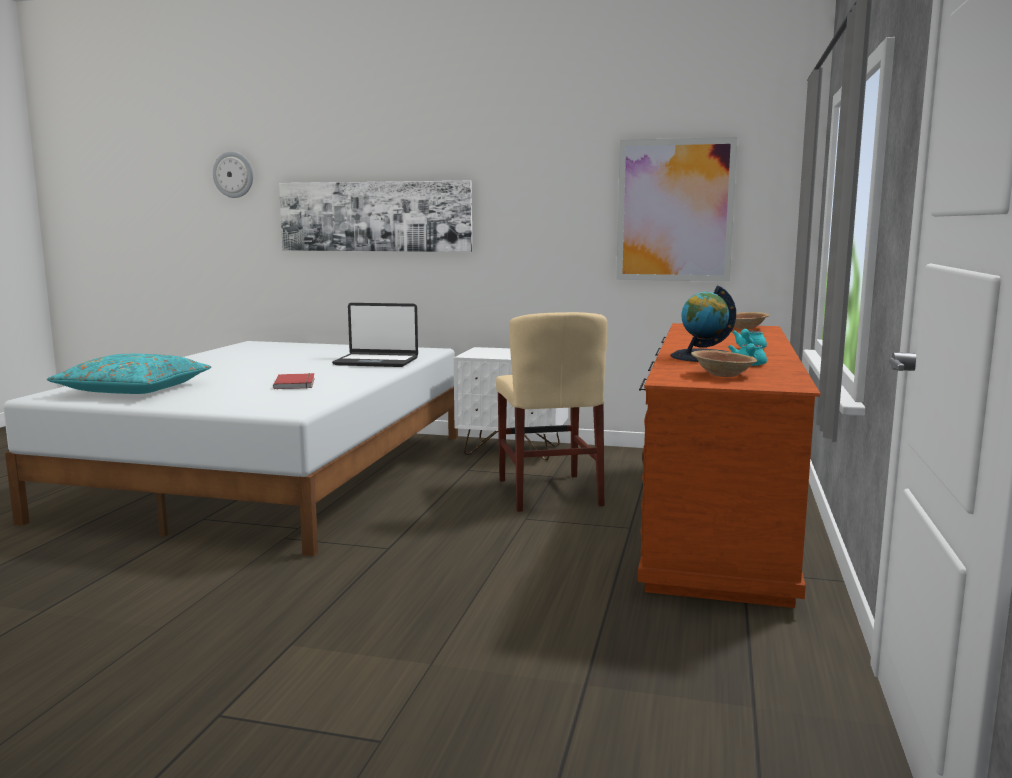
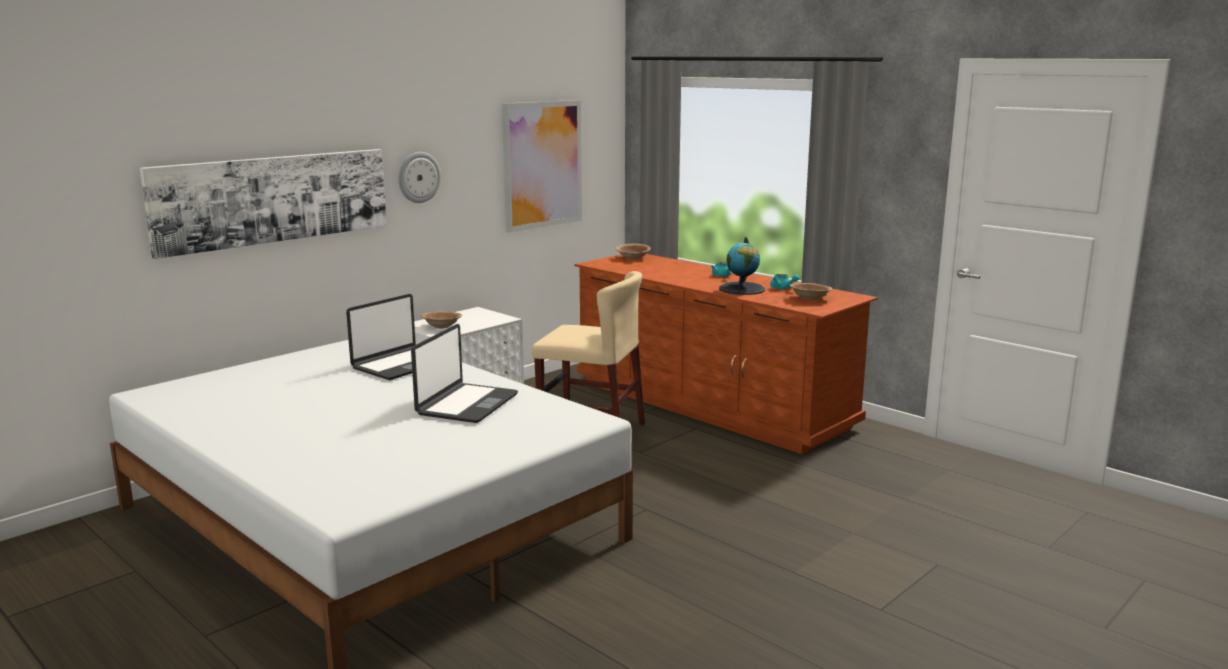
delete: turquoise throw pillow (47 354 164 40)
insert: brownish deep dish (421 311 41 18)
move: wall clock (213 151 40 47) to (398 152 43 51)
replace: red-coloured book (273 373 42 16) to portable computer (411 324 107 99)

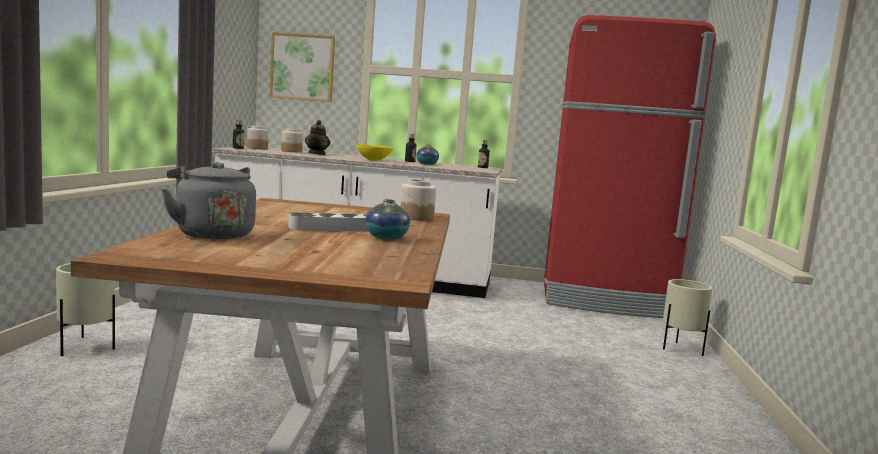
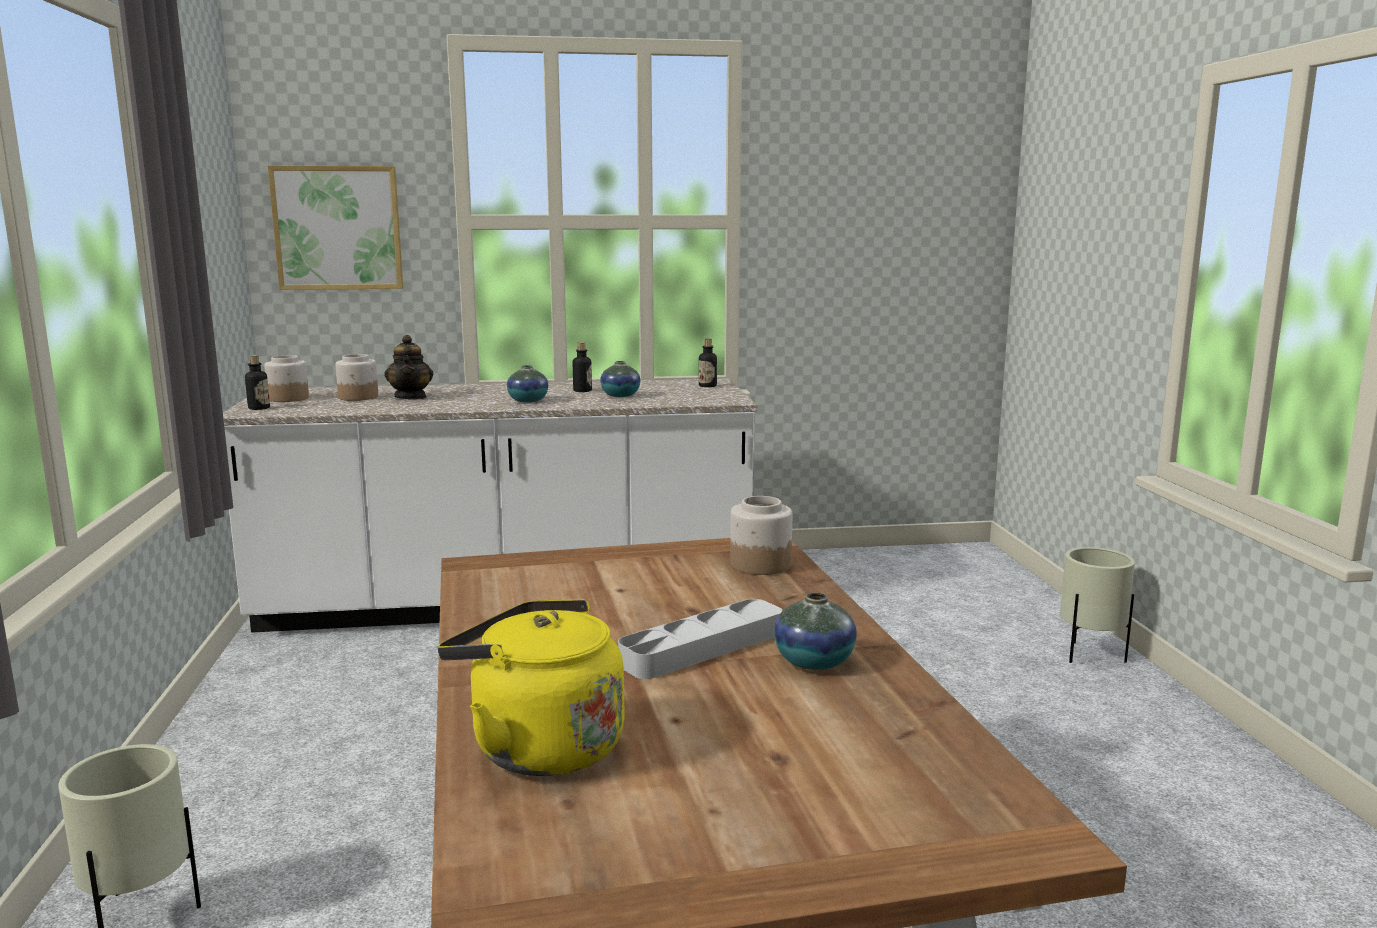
delete: red-coloured kitchen fridge (544 15 172 303)
replace: yellow deep dish (356 145 37 16) to vase (507 365 41 37)
recolor: gray kettle (161 162 95 77) to yellow kettle (438 599 187 177)

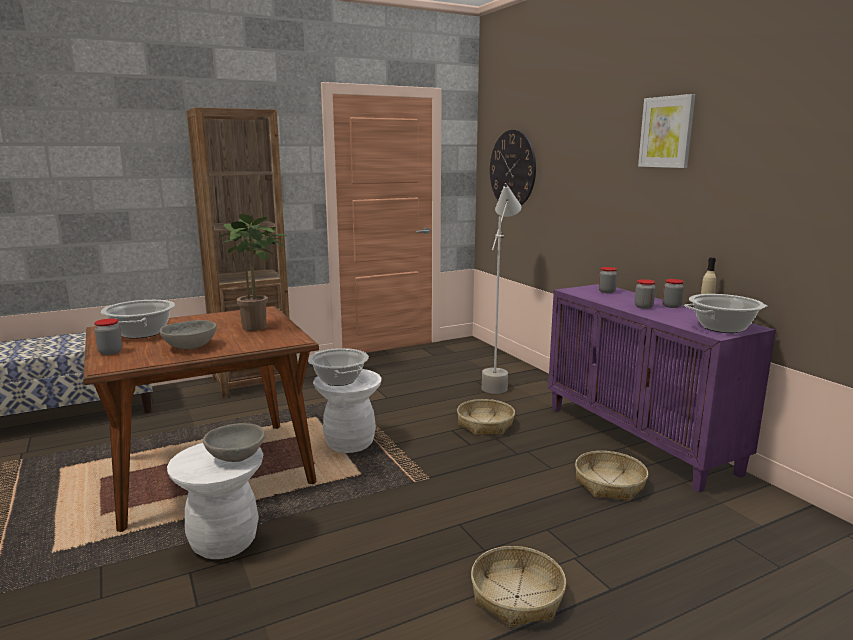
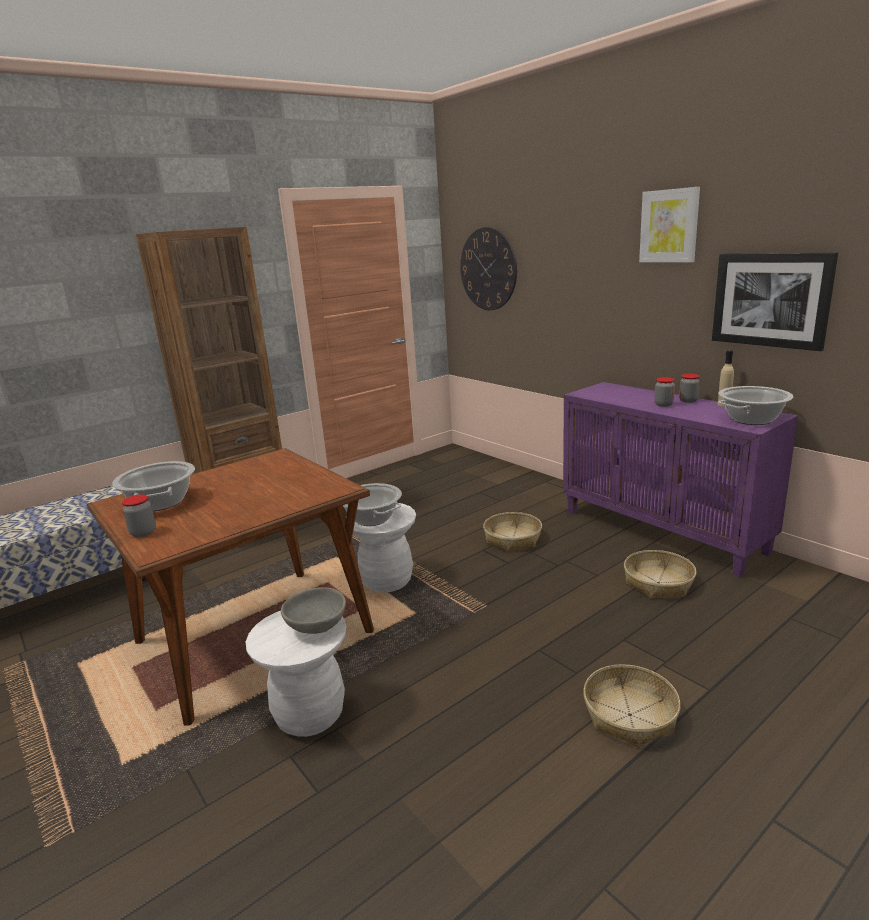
delete: gray deep dish (159 320 58 29); houseplant (220 214 67 117); gray floor lamp (482 183 39 211); preserve jar (599 267 18 26)
insert: wall art (712 252 126 99)

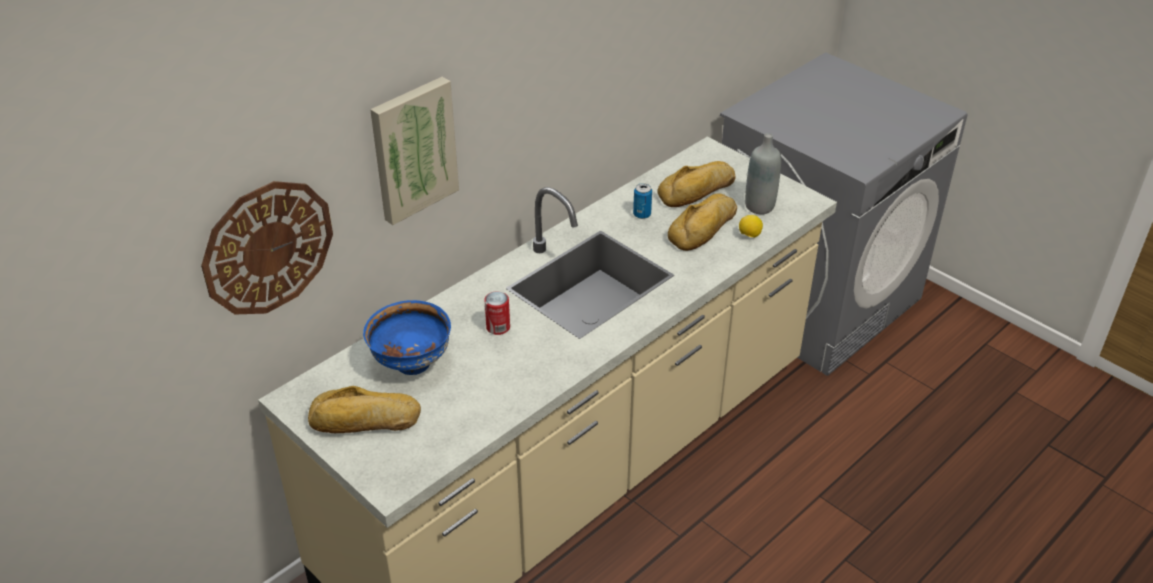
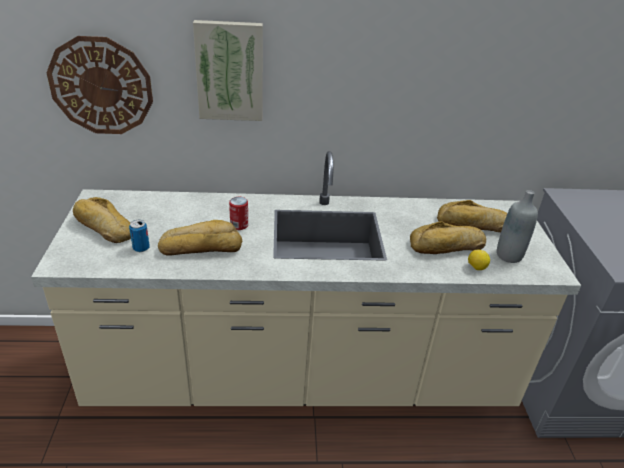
delete: blue-coloured deep dish (363 300 88 75)
insert: baked bread (158 220 84 36)
move: sealed can (633 183 19 36) to (129 220 21 32)

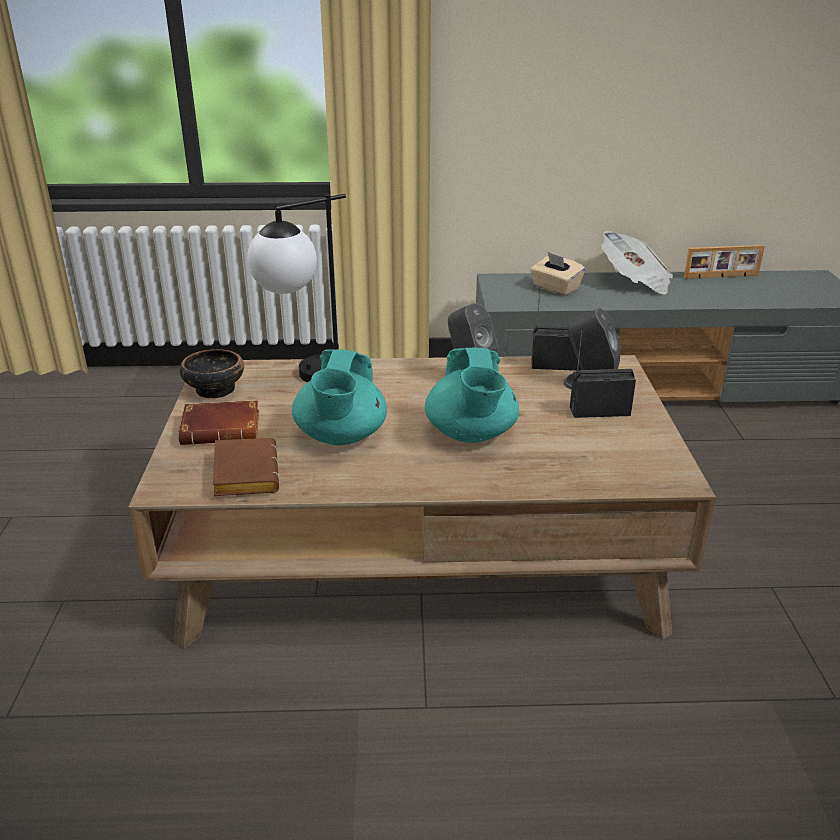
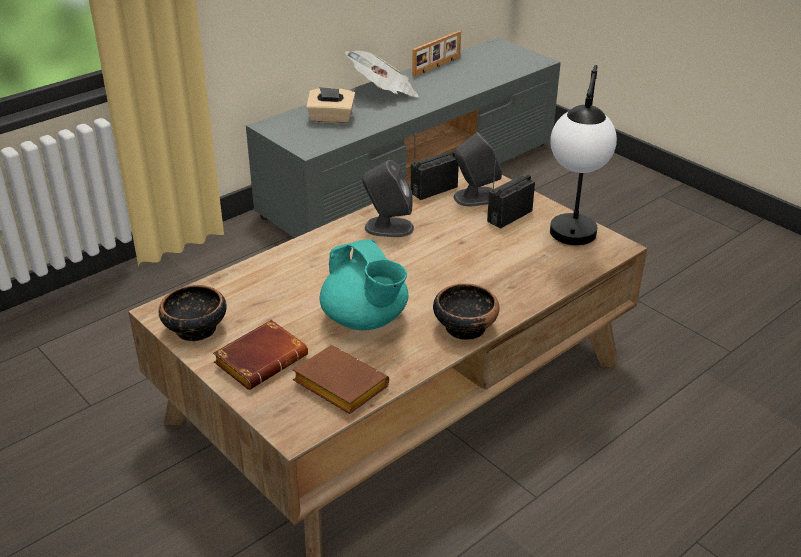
delete: turquoise tea pot (425 348 94 95)
insert: deep dish (433 283 66 57)
move: tabletop lamp (247 194 99 188) to (550 65 67 180)

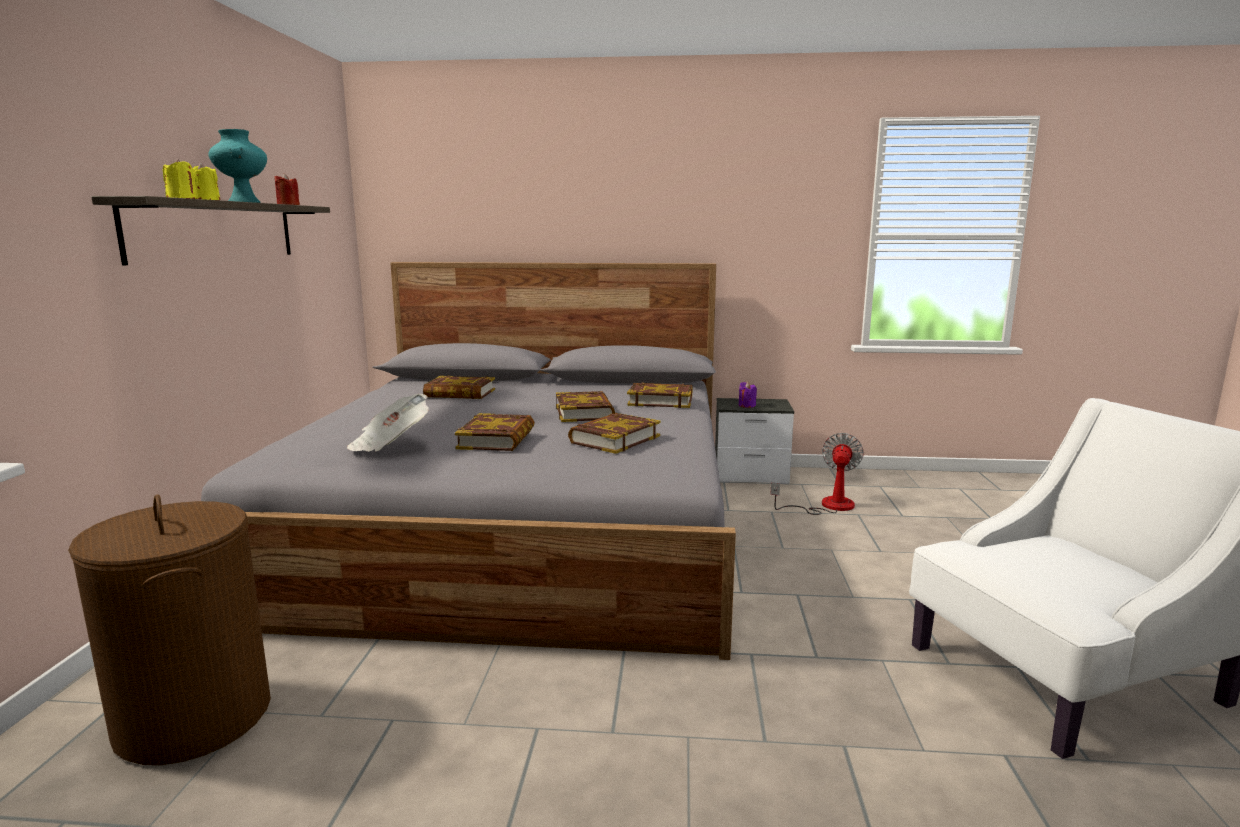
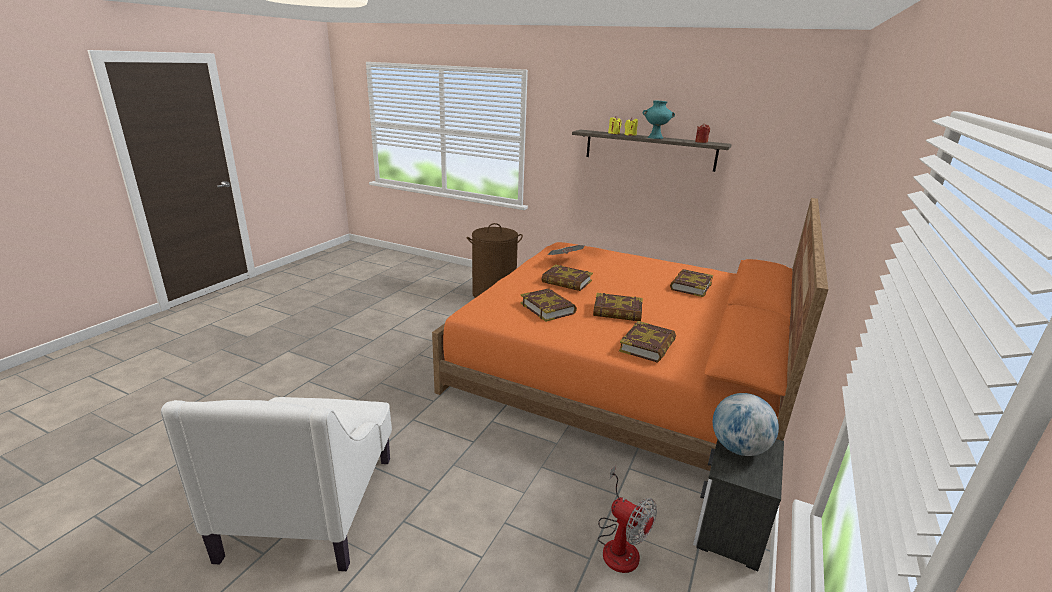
replace: purple wax light (739 382 18 26) to globe (713 393 66 63)
recolor: gray bedroom bed (201 262 535 398) to orangey bedroom bed (432 198 396 273)

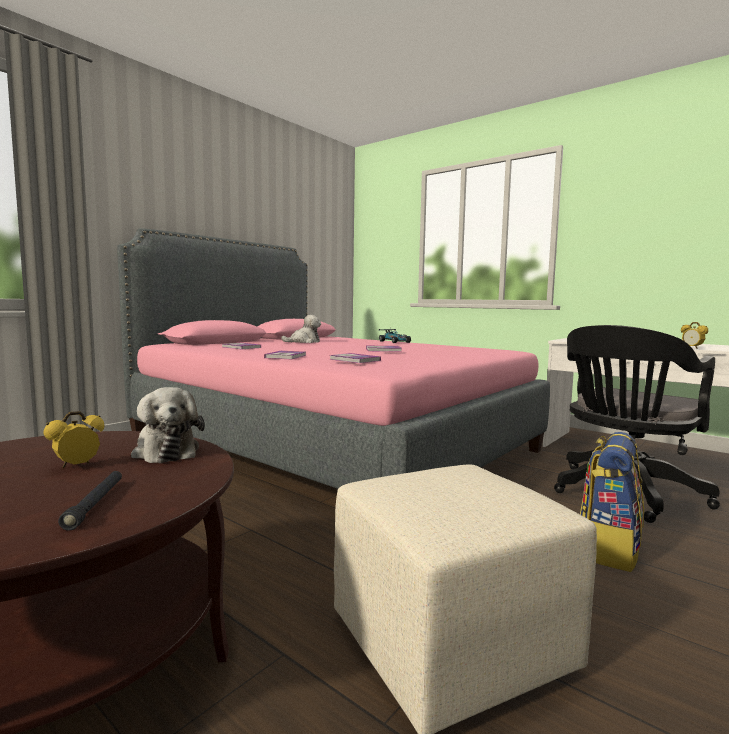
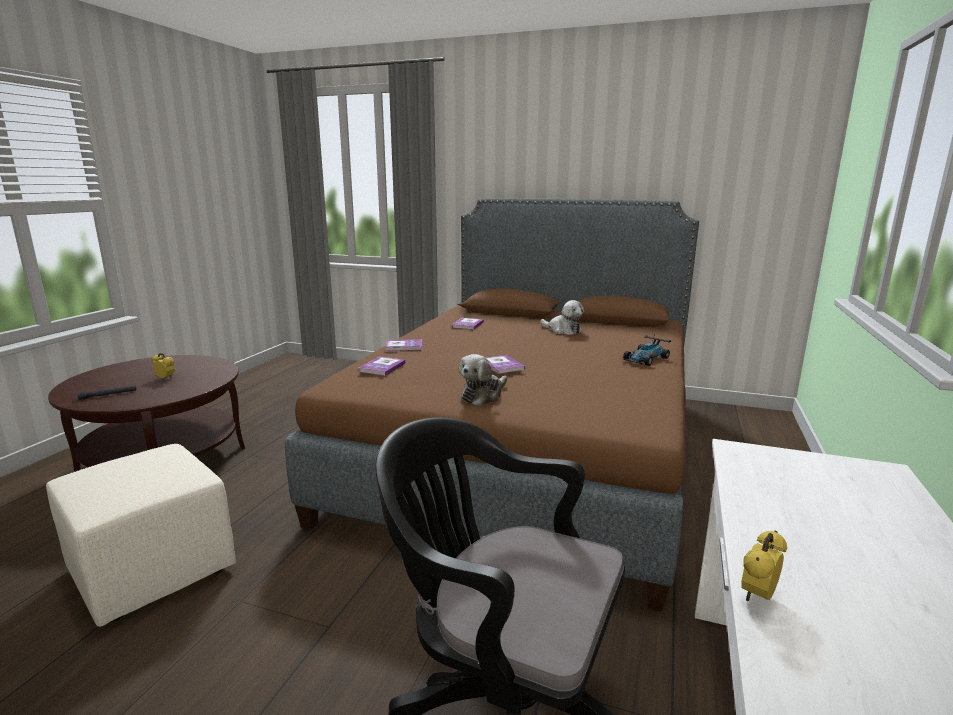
delete: knapsack (580 432 64 140)
move: plush toy (131 387 74 76) to (459 354 48 52)
recolor: pink-coloured bedroom bed (117 228 433 261) to brownish bedroom bed (285 198 414 413)

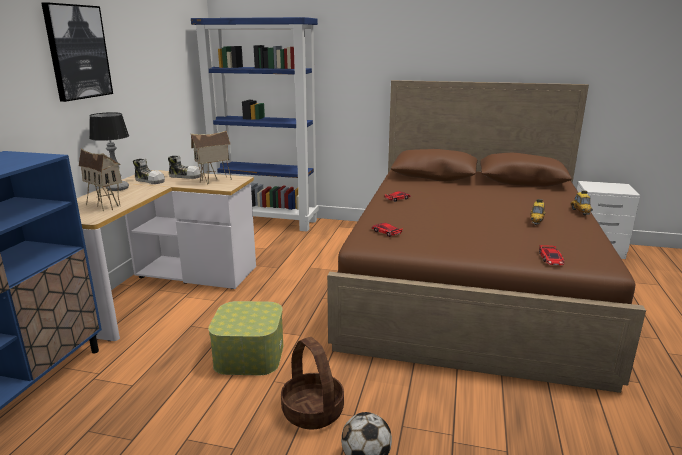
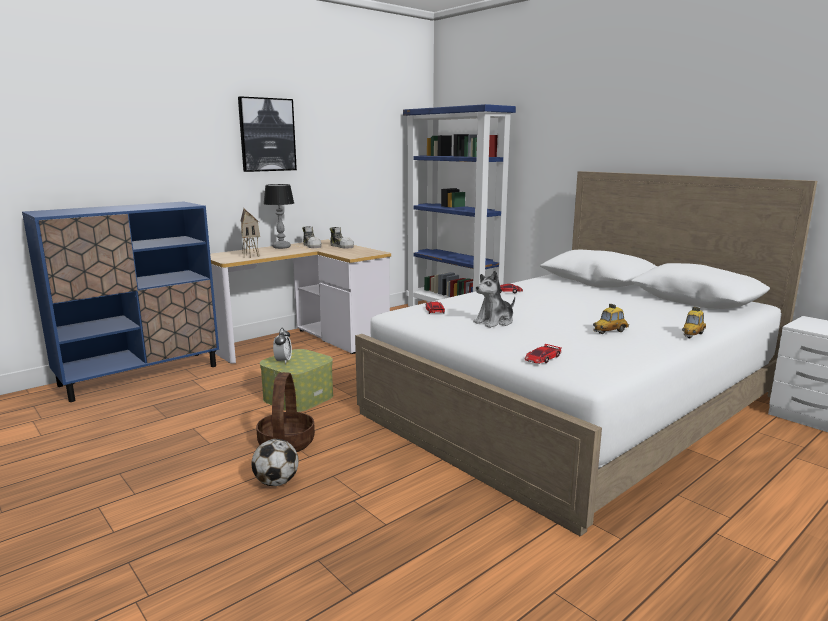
delete: miniature house (191 131 41 53)
insert: alarm clock (273 328 19 36); plush toy (473 270 42 58)
recolor: brownish bedroom bed (327 80 319 313) to white-coloured bedroom bed (355 171 462 366)

